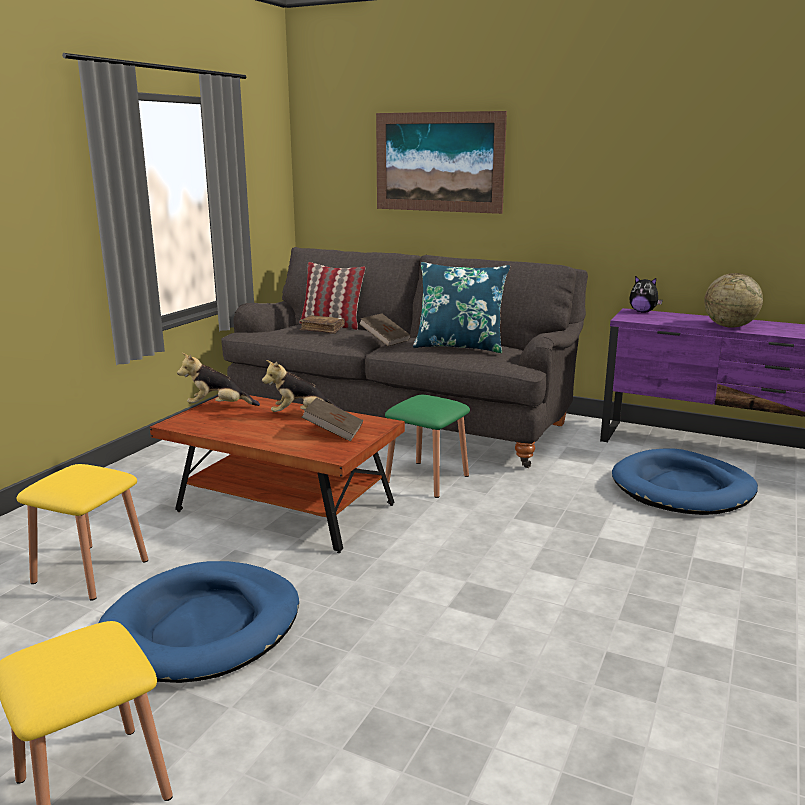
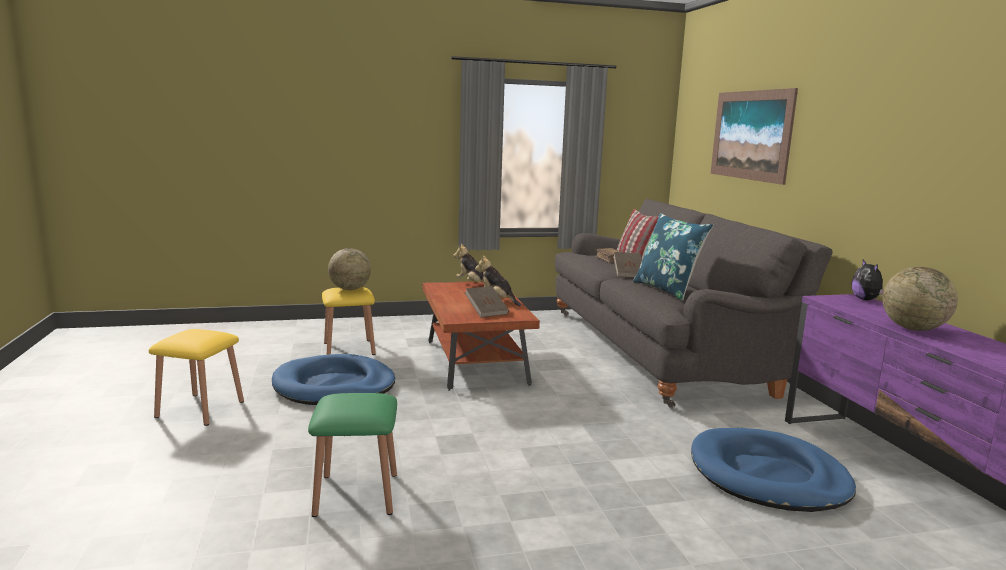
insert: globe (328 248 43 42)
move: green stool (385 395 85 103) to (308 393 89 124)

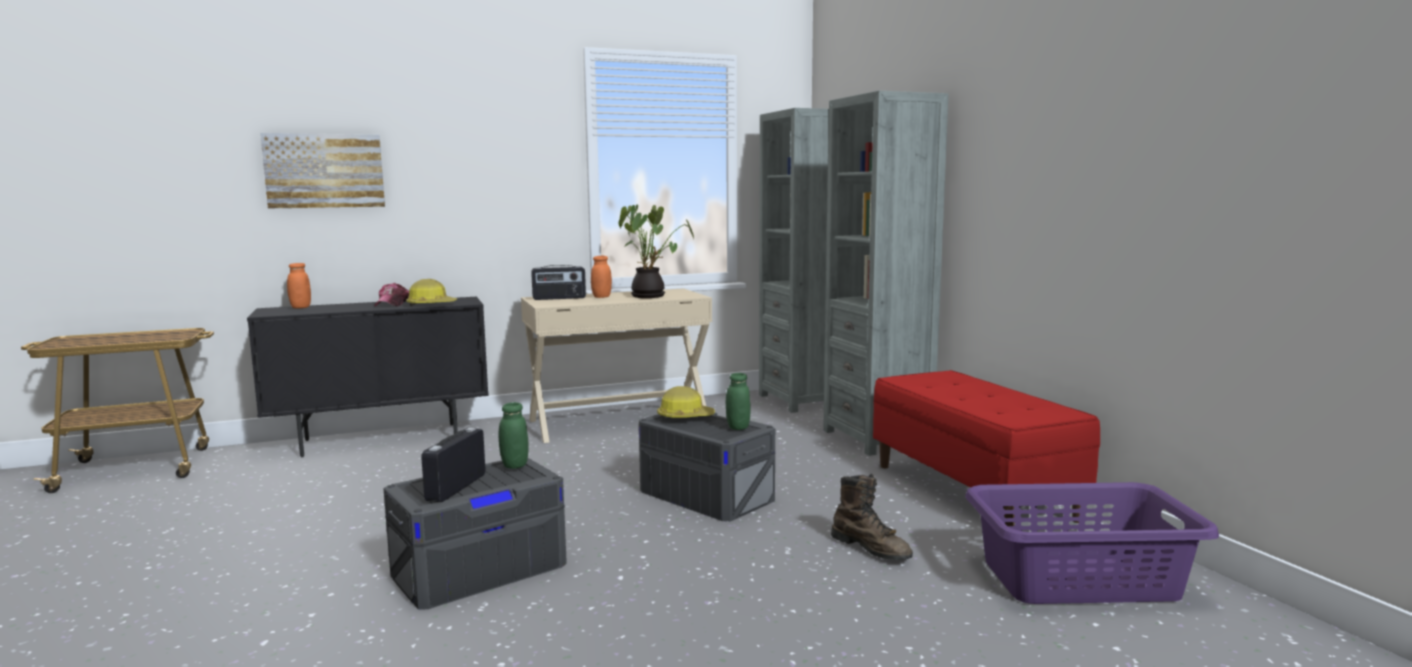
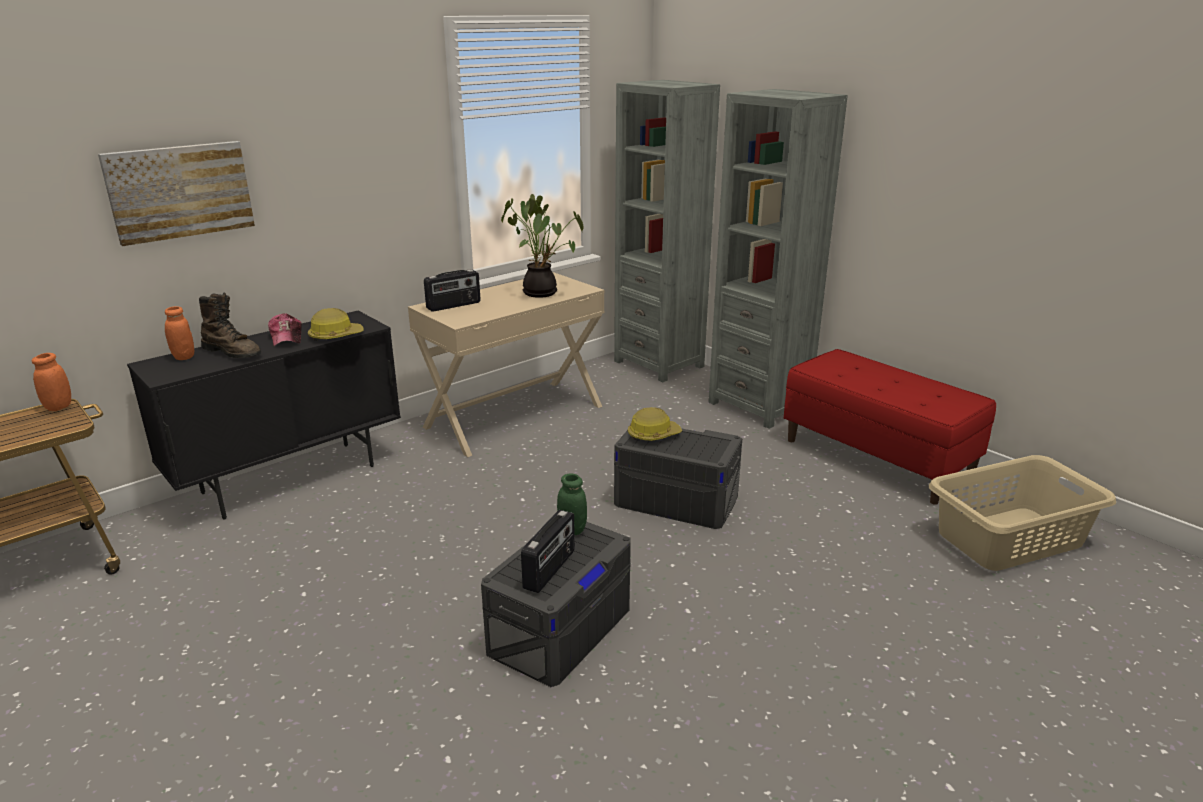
delete: green preserve jar (726 373 24 57)
move: orangey preserve jar (591 256 21 42) to (32 353 39 58); brownish high-top boot (831 474 82 86) to (199 292 62 66)
recolor: purple hamper (965 482 254 122) to beige-coloured hamper (929 455 187 116)
rotate: radio set (421 428 65 74) = (521 510 54 83) 150 degrees counterclockwise

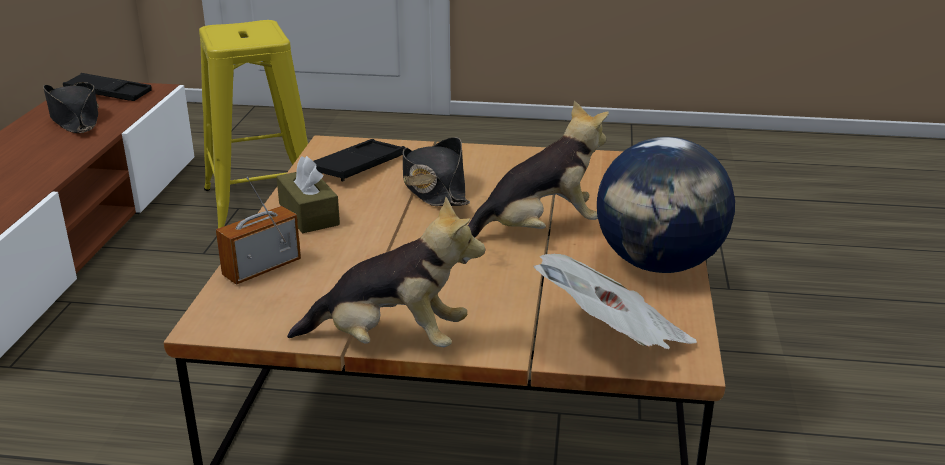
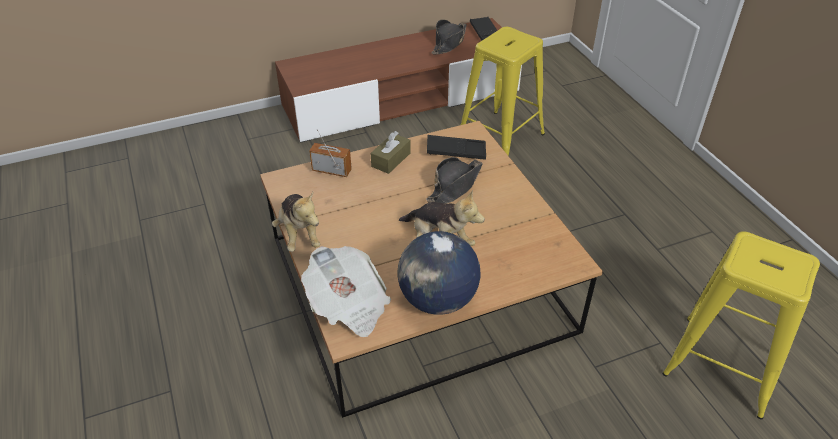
insert: yellow stool (662 231 158 188)

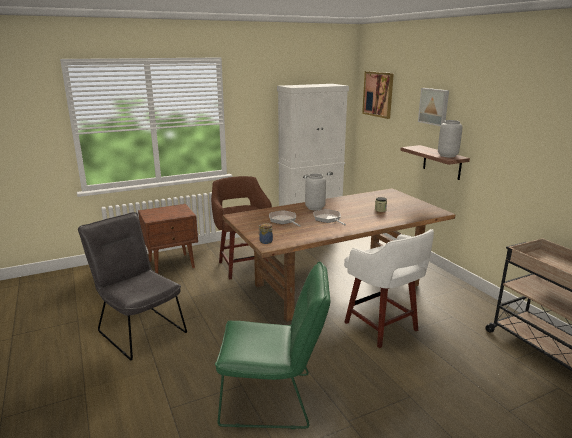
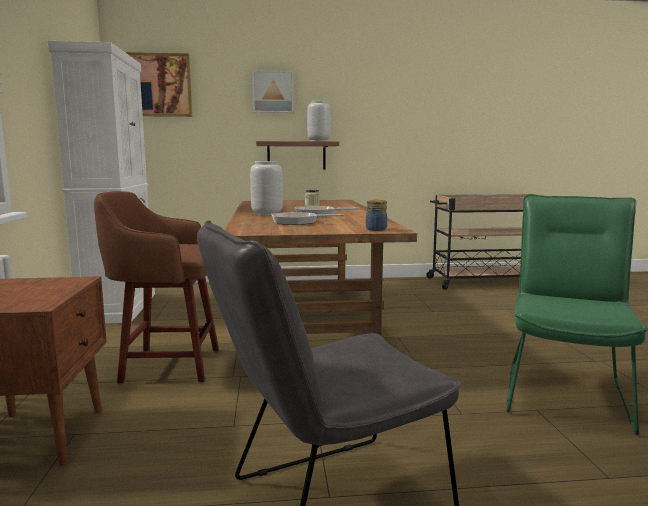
delete: white-coloured stool (344 229 90 119)

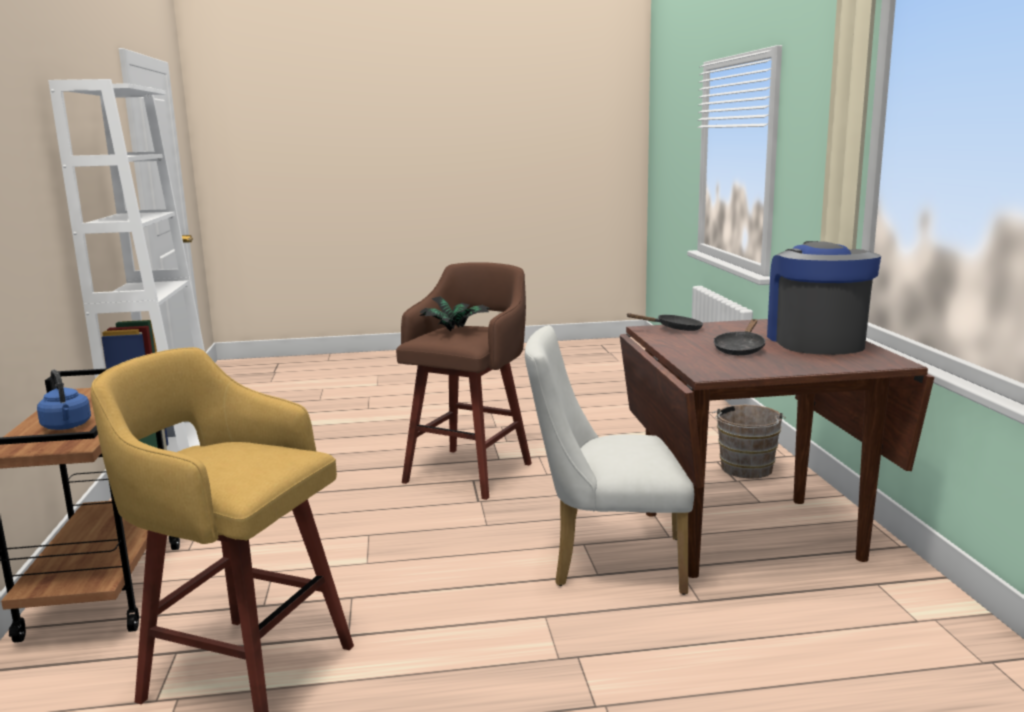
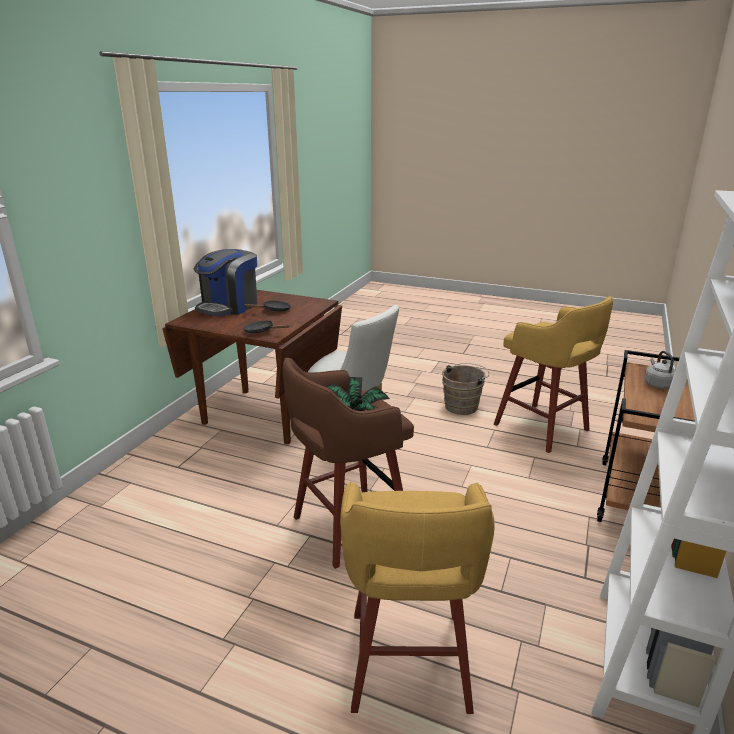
insert: yellow stool (340 482 155 232)
move: brownish pail (712 405 74 74) to (442 363 47 52)
recolor: blue-coloured kettle (37 370 54 60) to gray kettle (644 351 32 38)

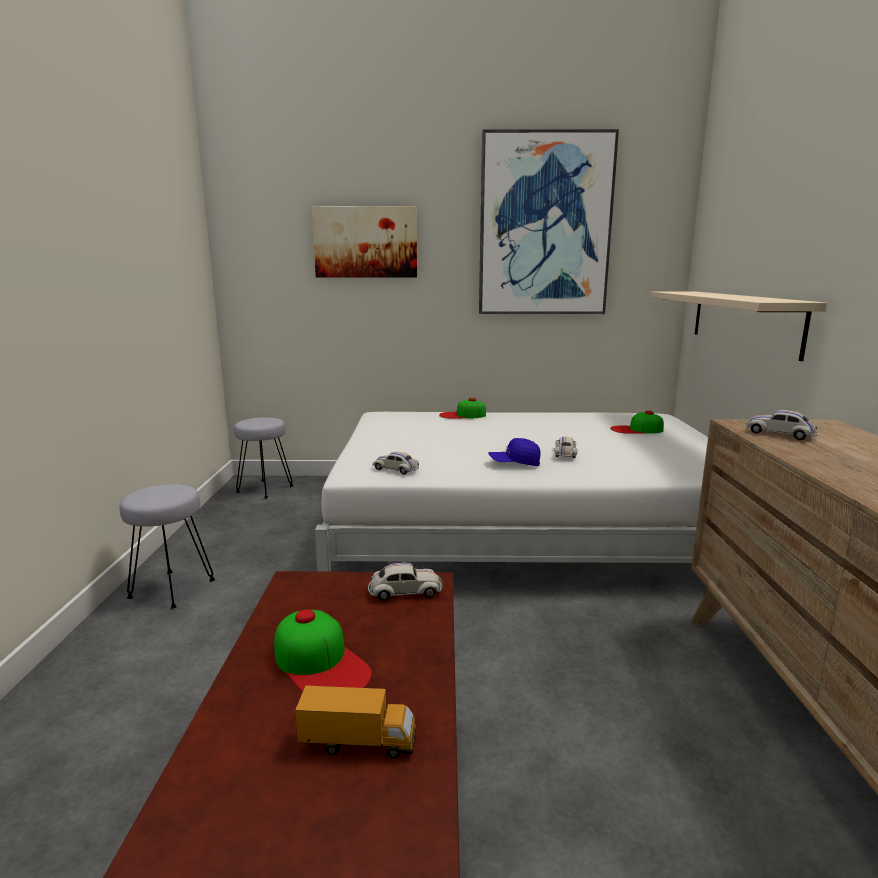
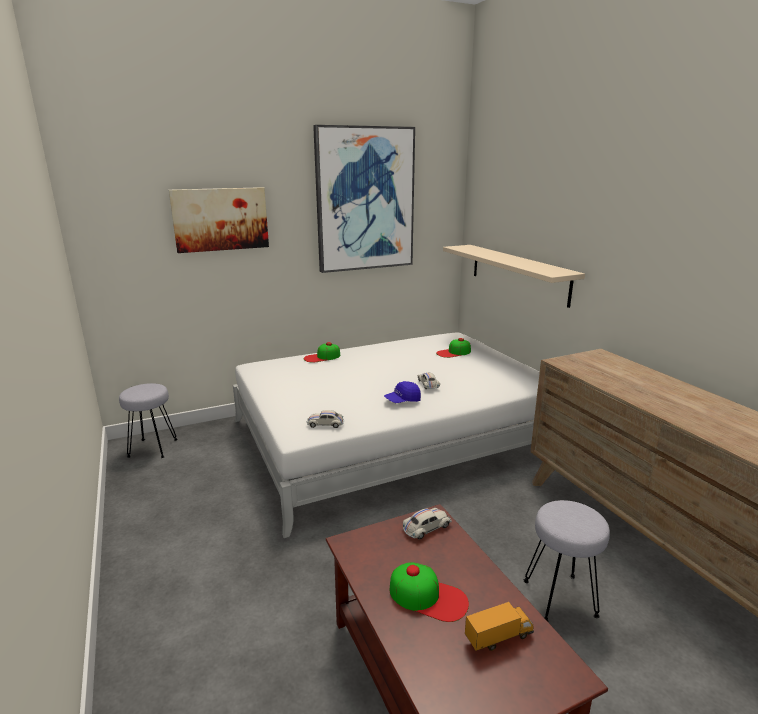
delete: white-coloured miniature car (746 410 72 30)
move: gray stool (120 484 95 125) to (524 500 86 122)

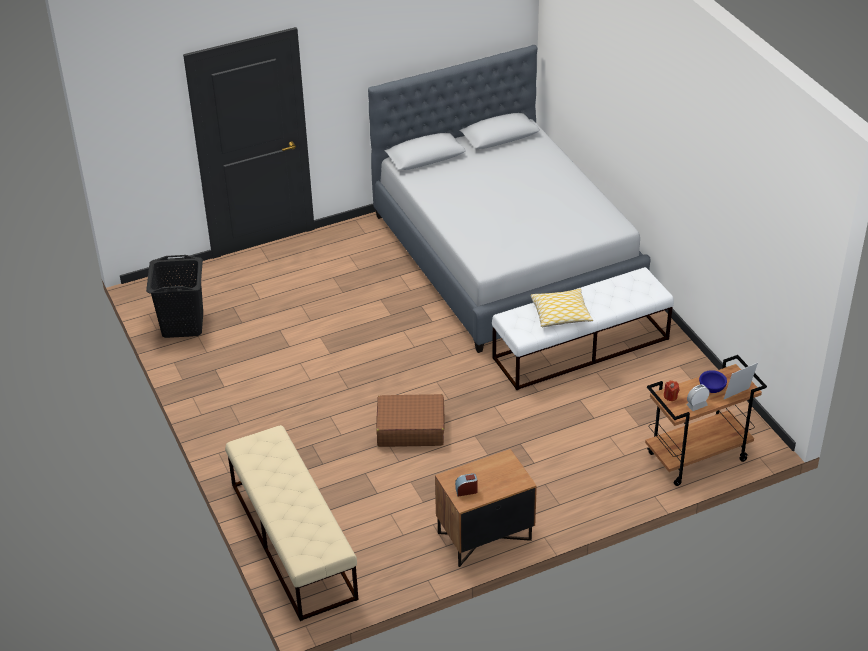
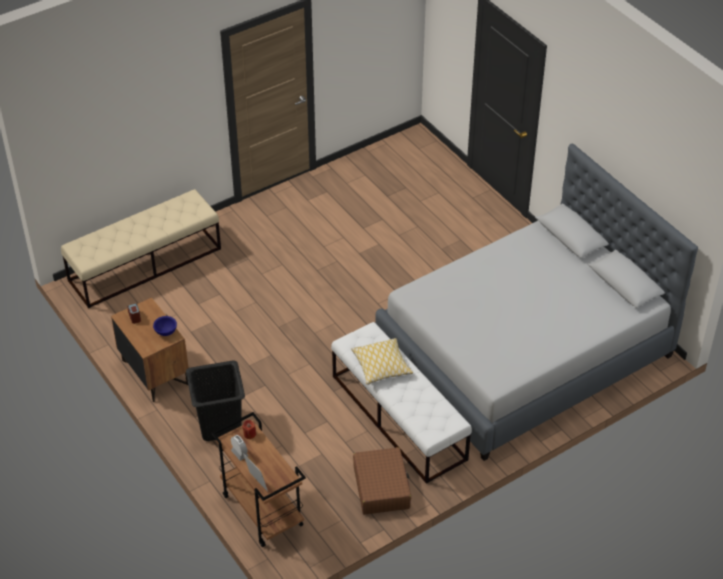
move: black hamper (146 255 57 83) to (186 360 59 81); brownish travel case (376 394 69 53) to (353 447 58 68); blue-coloured deep dish (699 370 28 23) to (153 316 24 20)

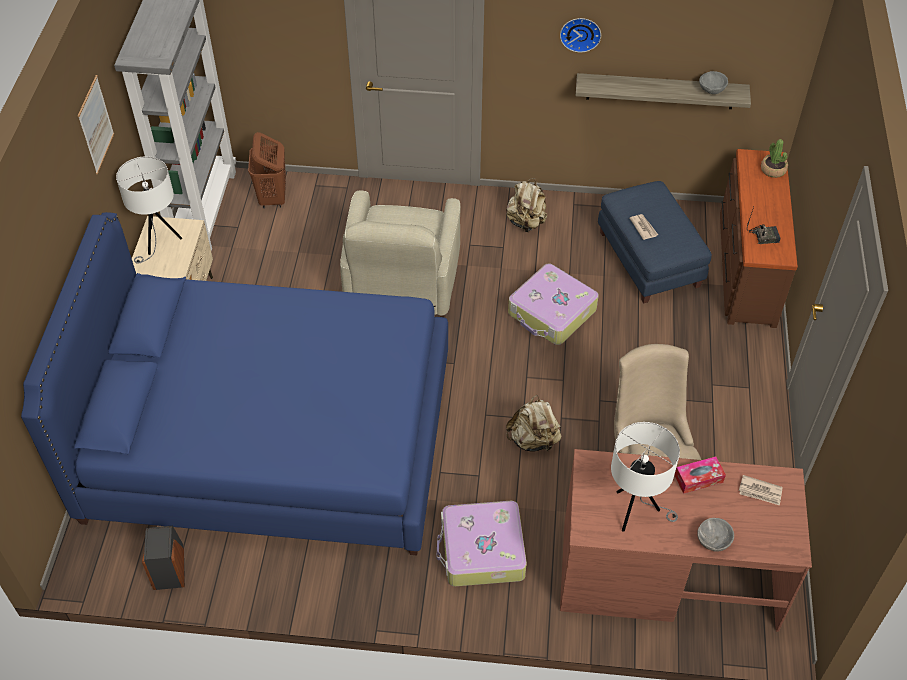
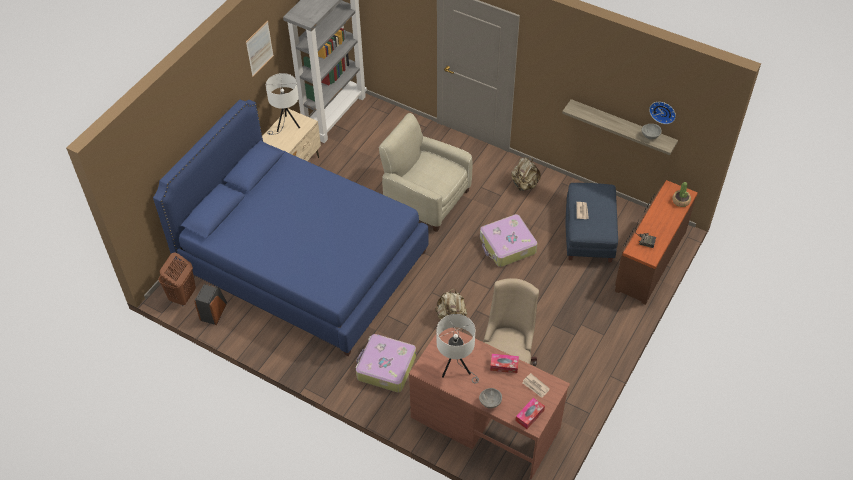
insert: tissue holder (515 398 30 31)
move: brownish hamper (248 132 38 76) to (159 252 37 54); wall clock (560 18 41 35) to (649 102 27 22)
rotate: beige-coloured easy chair (340 190 121 127) = (379 113 93 119) 90 degrees clockwise

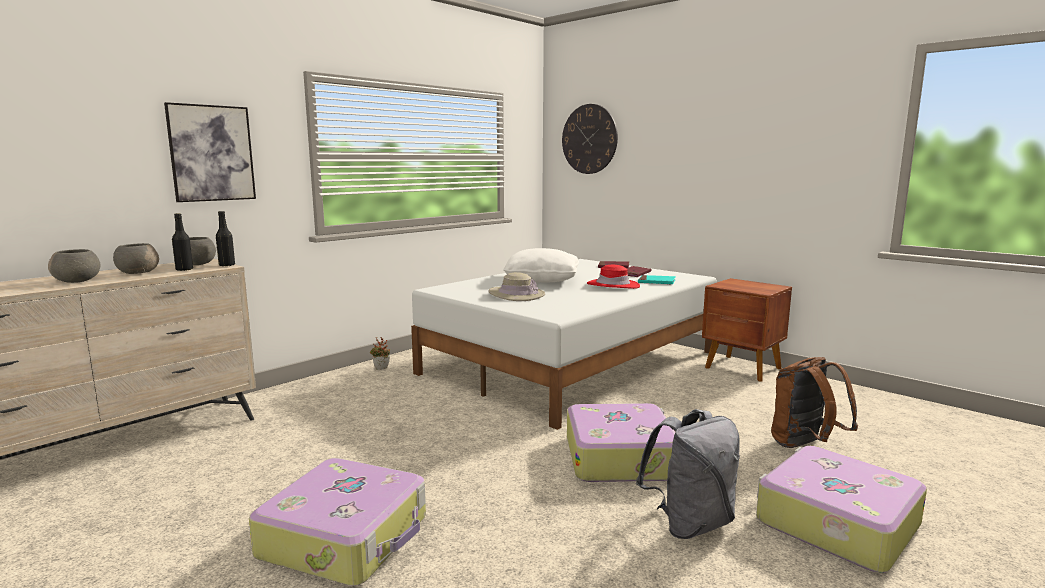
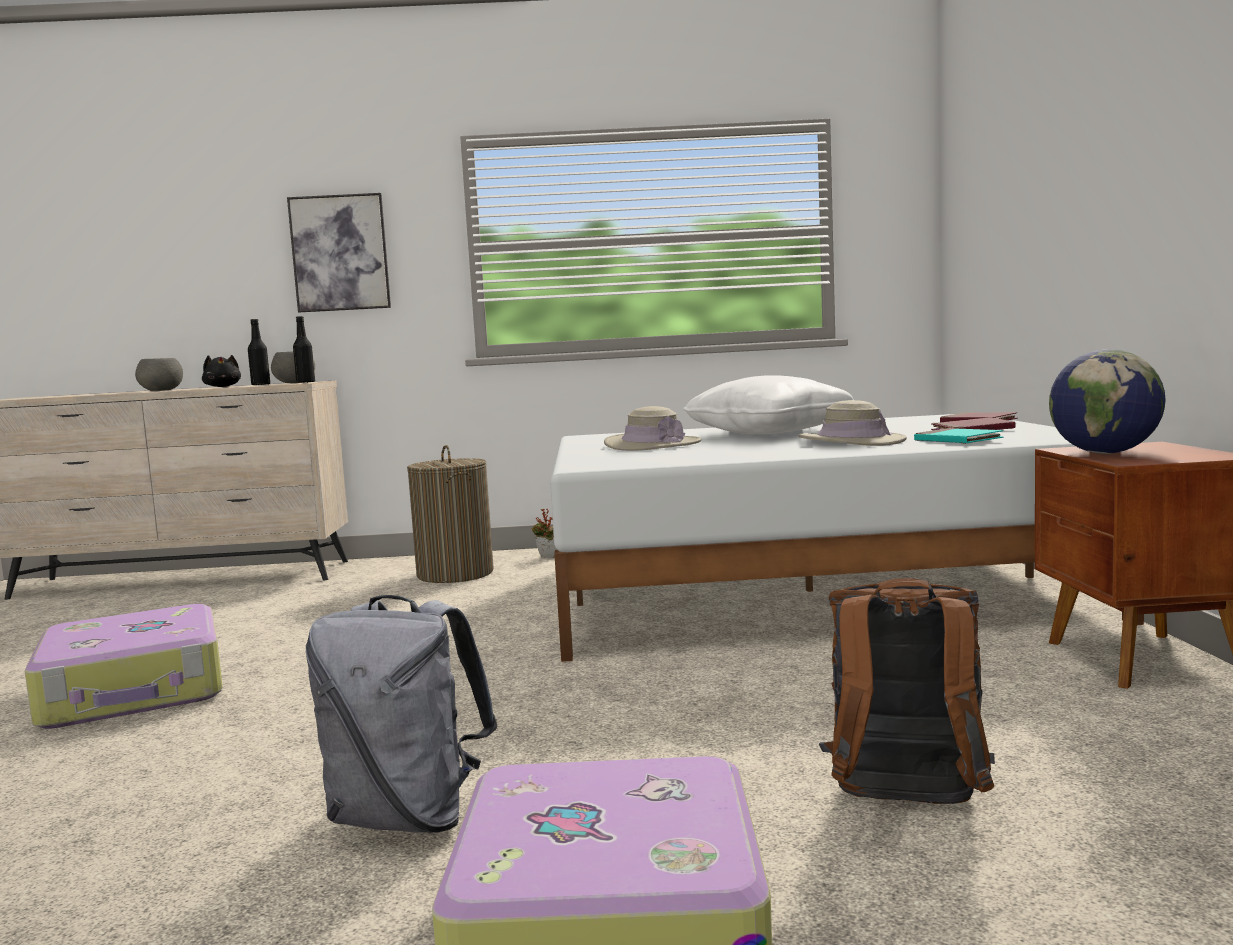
delete: wall clock (562 104 56 70); travel case (567 403 108 79)
insert: hamper (407 445 86 138); globe (1049 349 117 105)
replace: gray deep dish (113 243 46 31) to black plush toy (202 355 39 32)
recolor: red-coloured wearable hat (587 265 53 24) to beige-coloured wearable hat (799 400 107 46)

